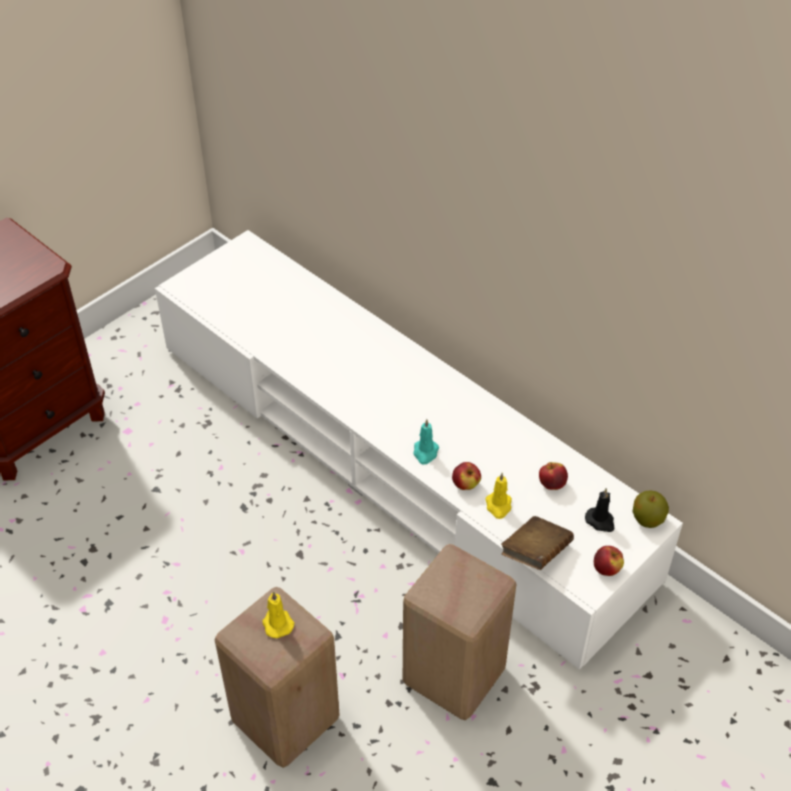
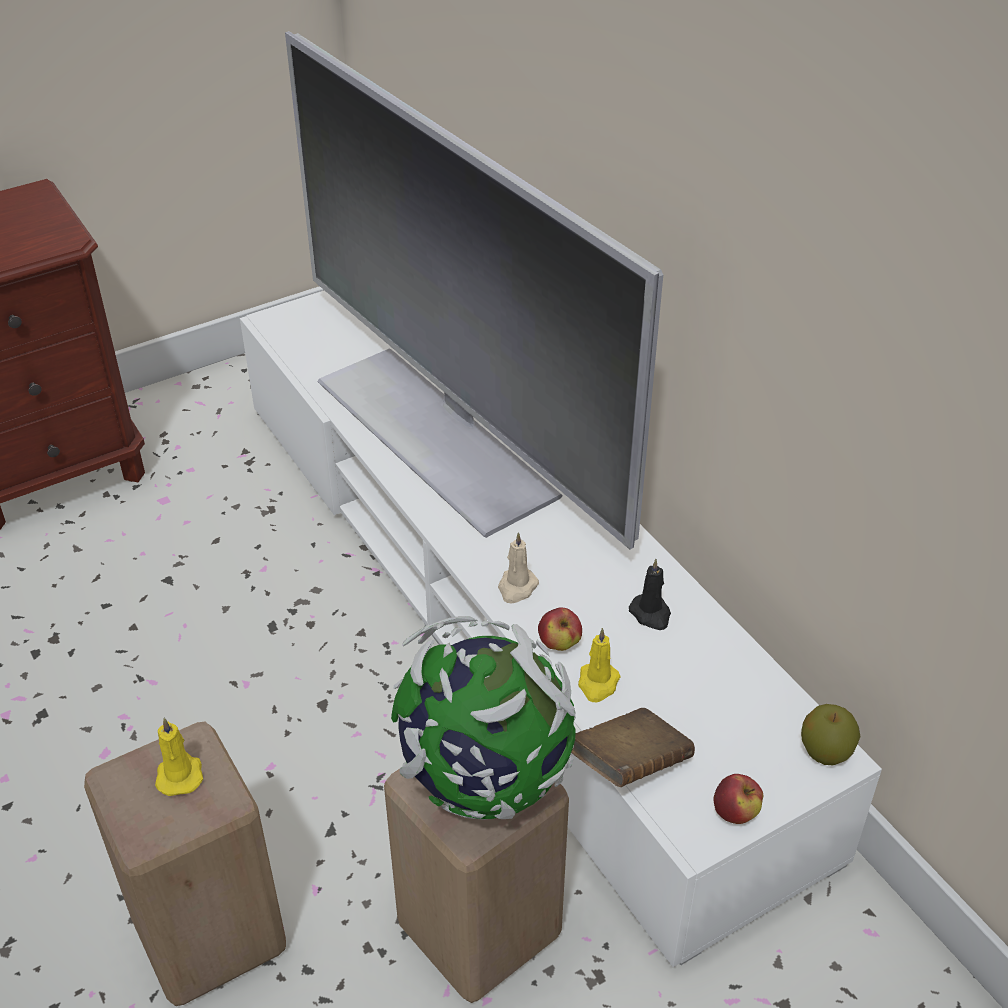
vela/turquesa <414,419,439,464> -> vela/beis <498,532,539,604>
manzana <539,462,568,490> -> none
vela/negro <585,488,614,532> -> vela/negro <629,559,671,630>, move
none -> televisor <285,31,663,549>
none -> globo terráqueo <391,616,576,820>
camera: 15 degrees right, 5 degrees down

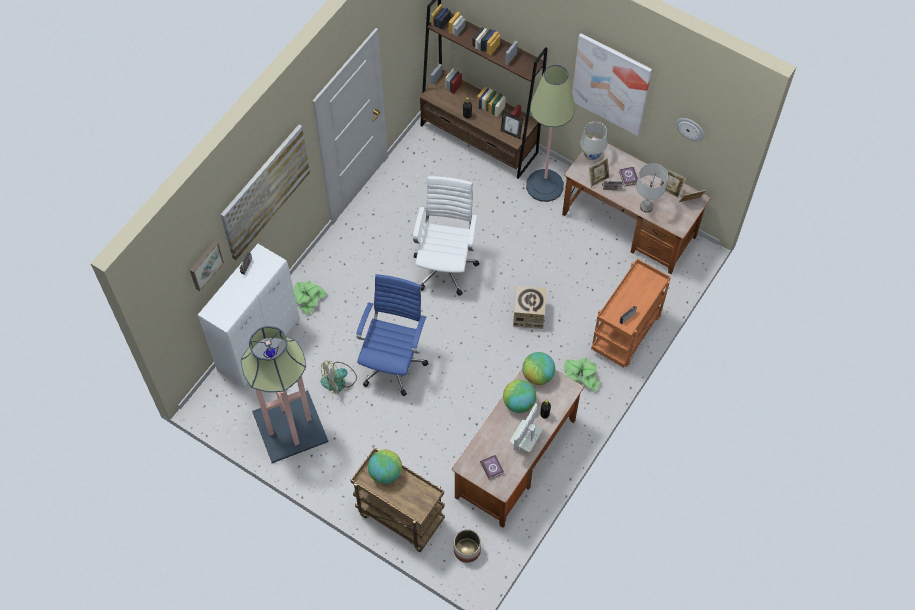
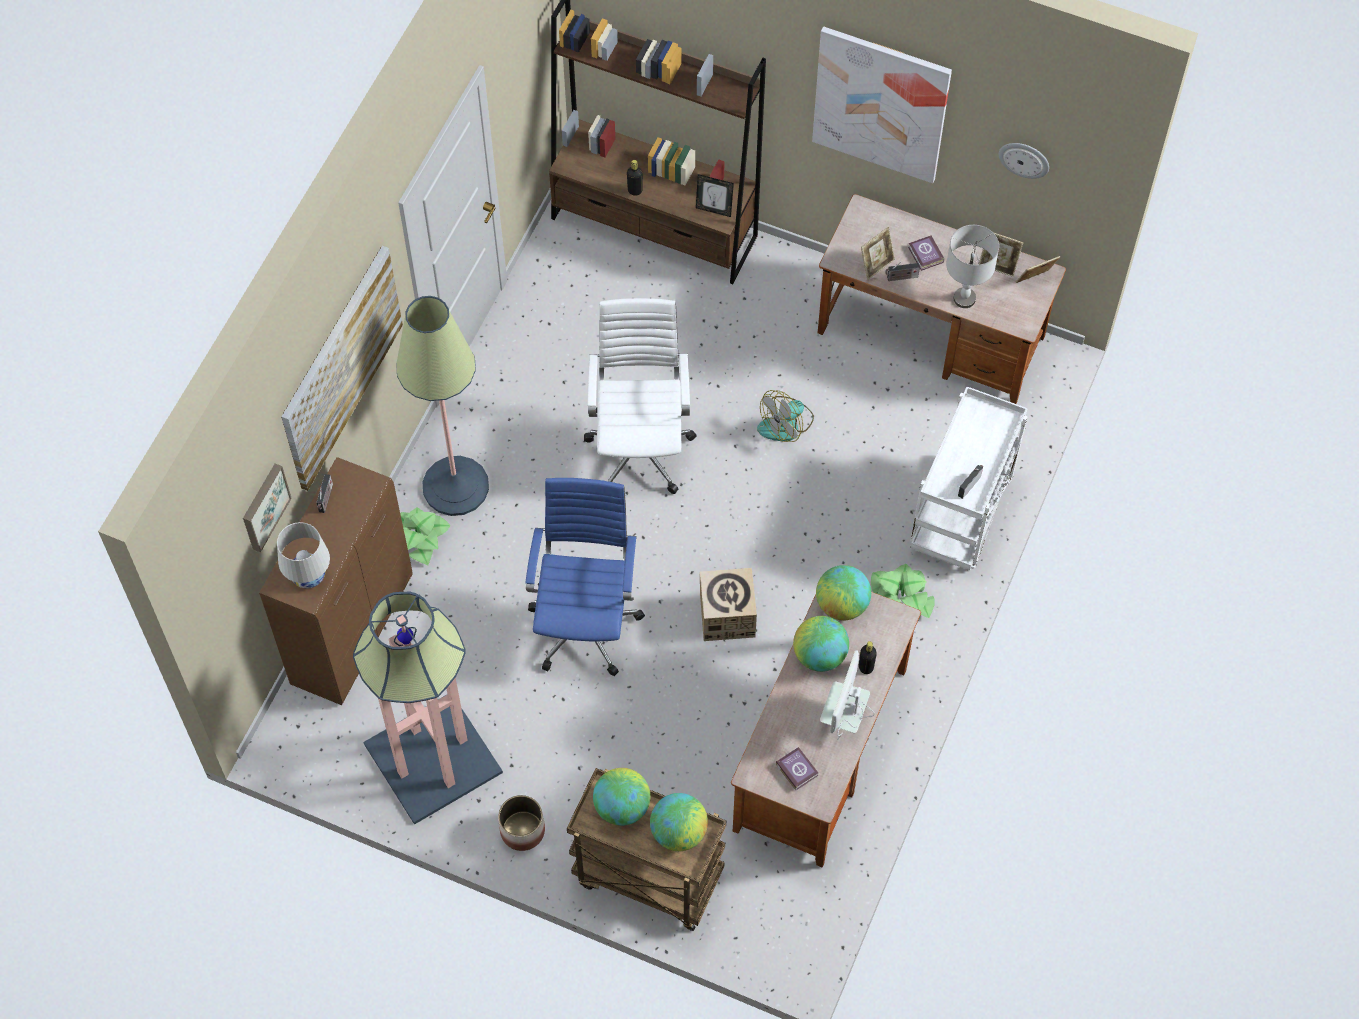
armario/blanco <198,244,299,387> -> armario/marrón <259,457,413,705>
ventilador <321,360,357,394> -> ventilador <757,390,814,442>, move
maceta <454,529,481,563> -> maceta <498,795,545,851>, move
caja de cartón <513,286,547,329> -> caja de cartón <700,568,757,641>, move
lámpara de pie <526,65,575,202> -> lámpara de pie <396,296,489,516>, move
lámpara de mesa/blanco <580,122,607,160> -> lámpara de mesa/blanco <277,522,330,588>, move
carrito/naranja <591,259,671,368> -> carrito/blanco <910,387,1028,571>
none -> globo terráqueo <650,793,708,851>
camera: 10 degrees left, 0 degrees up

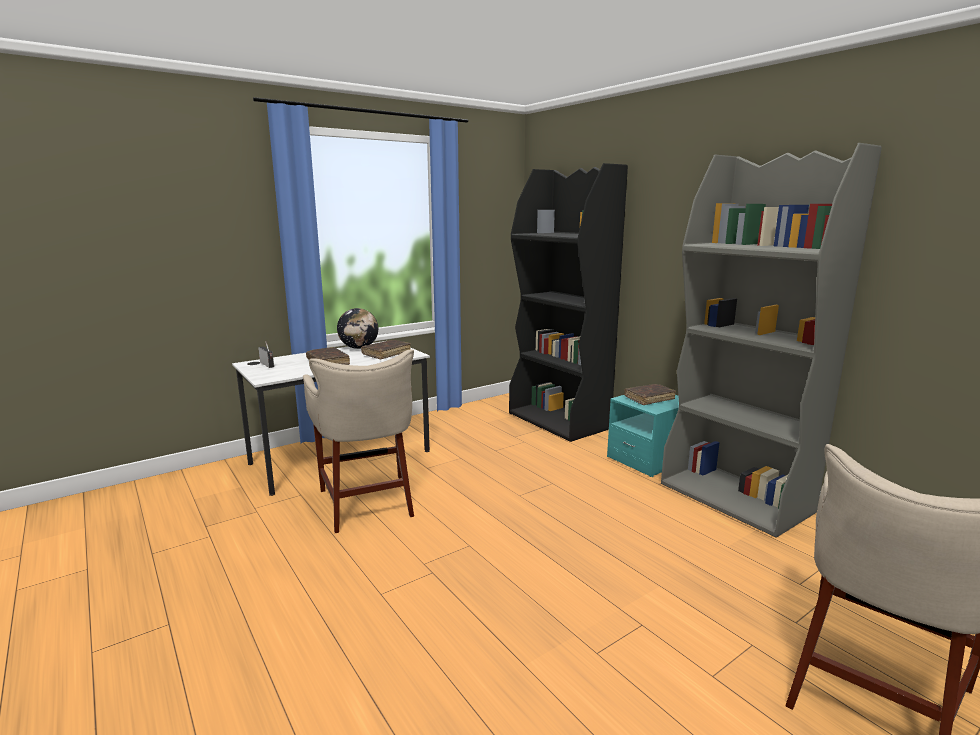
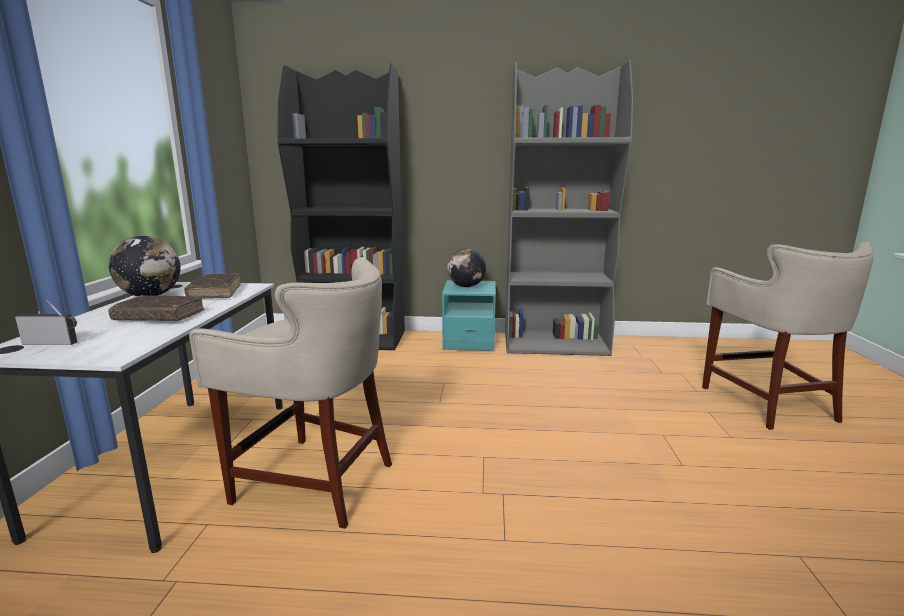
libro/marrón <624,384,676,405> -> globo terráqueo <447,248,486,287>
camera: 50 degrees left, 0 degrees up

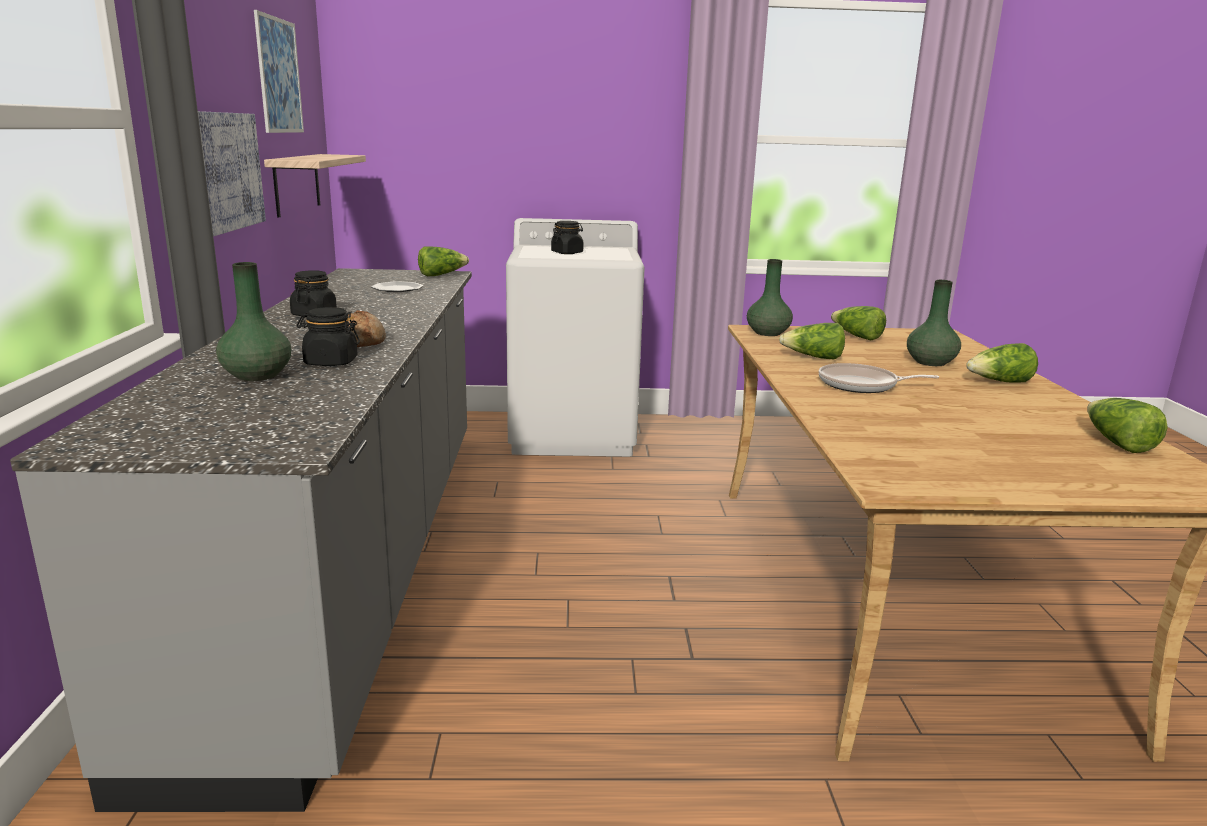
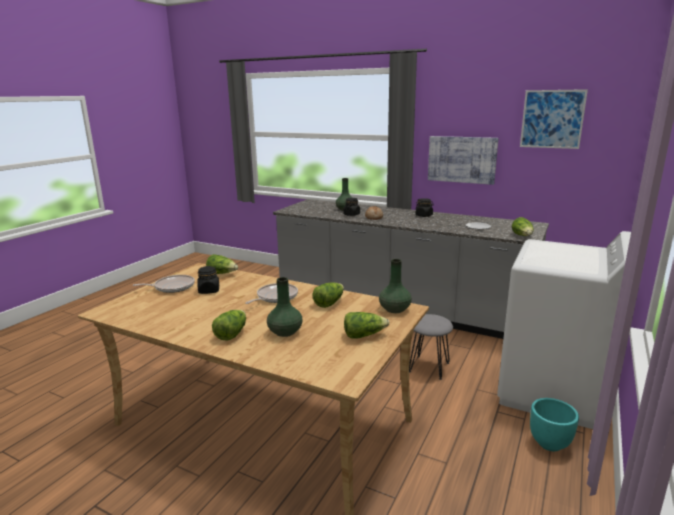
estante <264,154,366,217> -> none
tarro/negro <551,221,583,254> -> tarro/negro <197,266,219,294>, move
lechuga <1087,398,1168,453> -> lechuga <206,254,238,274>, move
none -> sartén <132,275,195,293>
none -> taburete/gris <409,314,453,380>
none -> maceta/turquesa <530,398,579,451>
camera: 120 degrees right, 0 degrees up

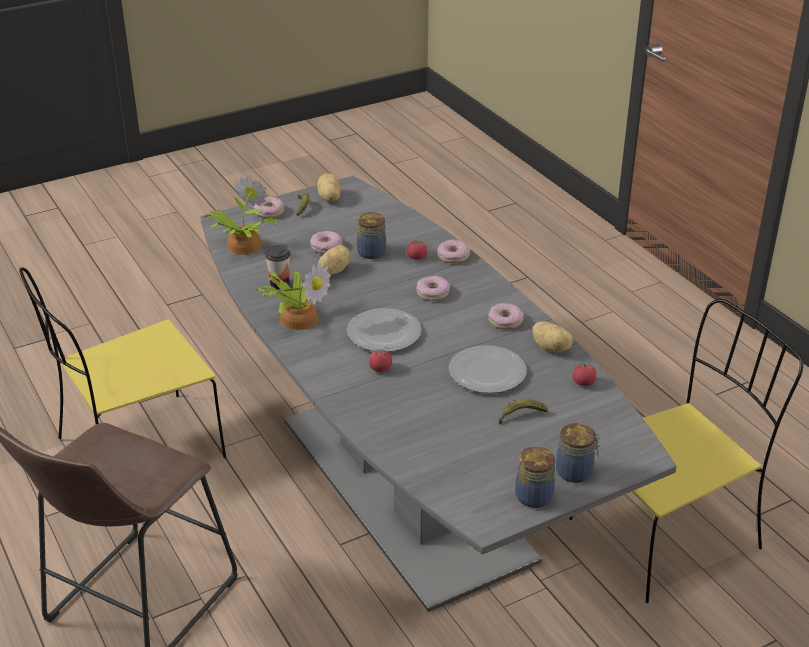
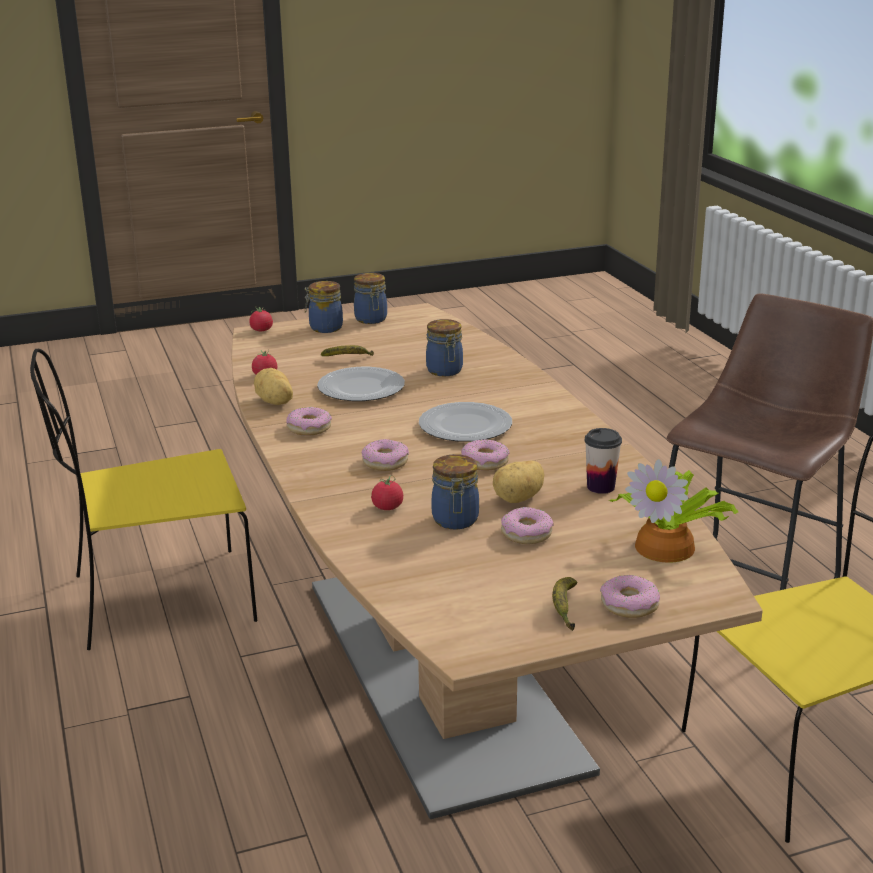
mesa de comedor/gris <200,176,677,612> -> mesa de comedor/marrón <232,303,763,819>
planta en maceta <256,263,331,330> -> none
patata <317,174,341,202> -> none
tomate <369,347,392,372> -> tomate <249,307,273,331>, move
rosquilla <437,240,470,263> -> rosquilla <461,439,509,471>, move
none -> tarro <426,319,463,377>
camera: 170 degrees left, 10 degrees down

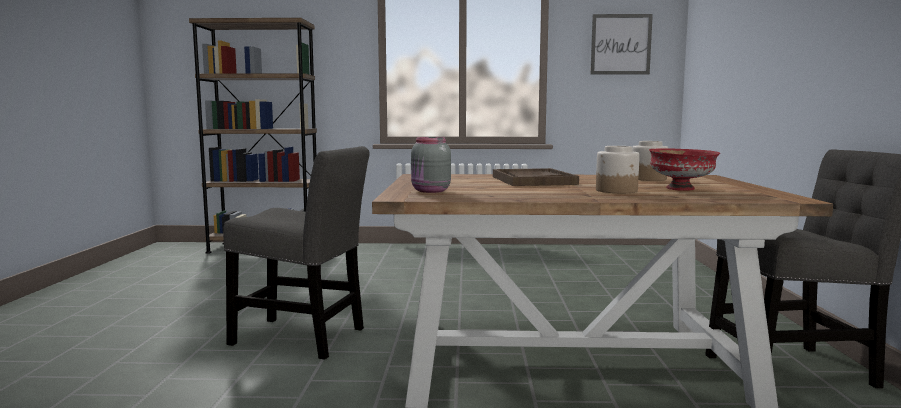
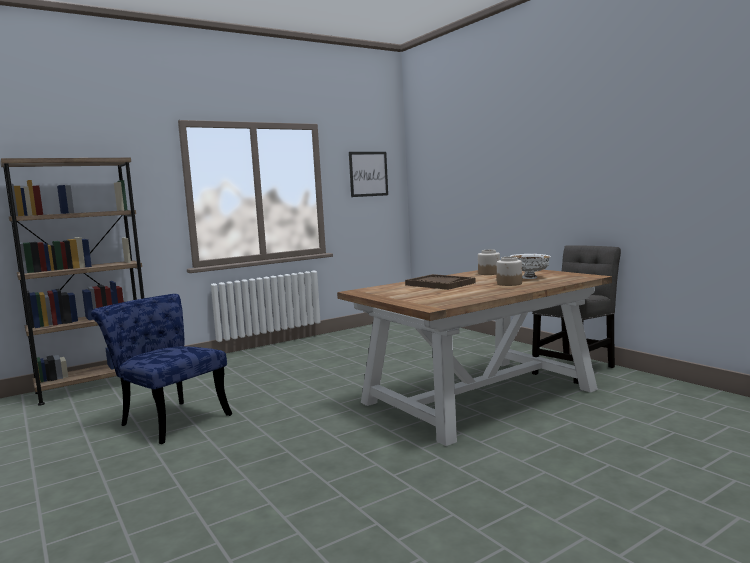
silla/gris <223,146,370,360> -> none
tarro/gris <411,137,451,193> -> none
cuenco/rojo <649,148,720,191> -> cuenco/blanco <510,254,551,279>
none -> silla/azul <91,294,232,444>
camera: 35 degrees left, 0 degrees up

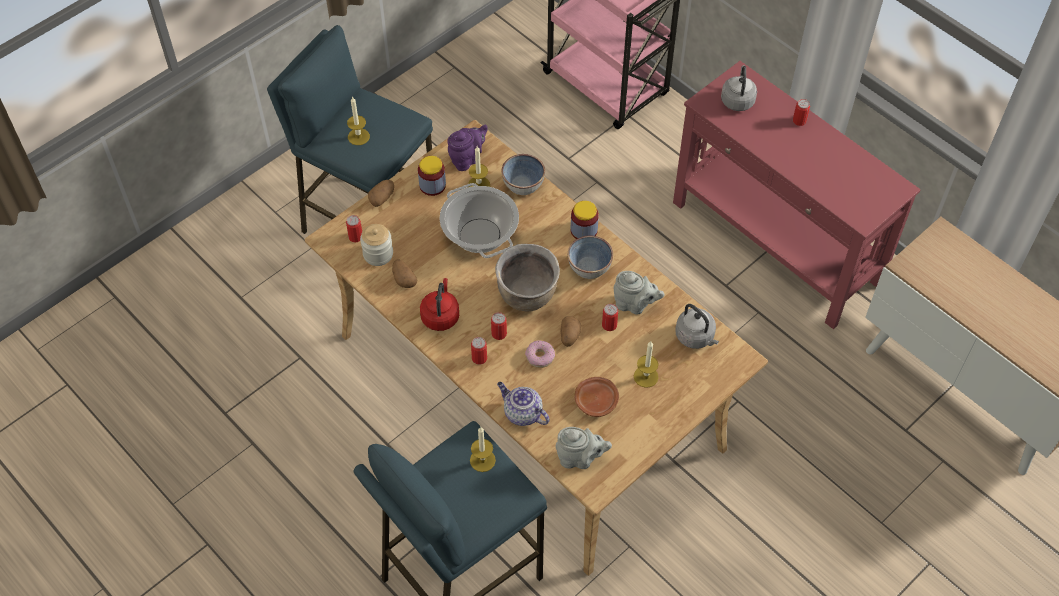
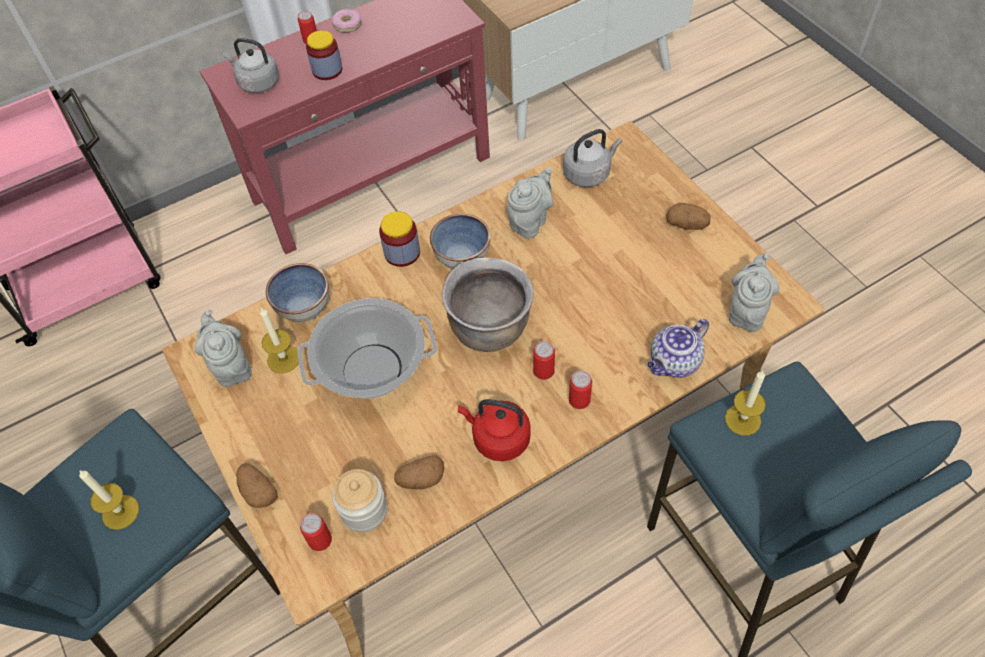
tarro <418,156,446,196> -> tarro <306,30,342,80>, move
tetera/morado <447,125,488,171> -> tetera/gris <194,309,252,387>
rosquilla <525,340,555,368> -> rosquilla <331,9,361,33>, move
patata <560,316,581,347> -> patata <666,203,710,230>, move
plato/marrón <574,377,619,417> -> none
lata <602,304,618,331> -> none
vela <634,341,659,388> -> none
camera: 75 degrees left, 0 degrees up

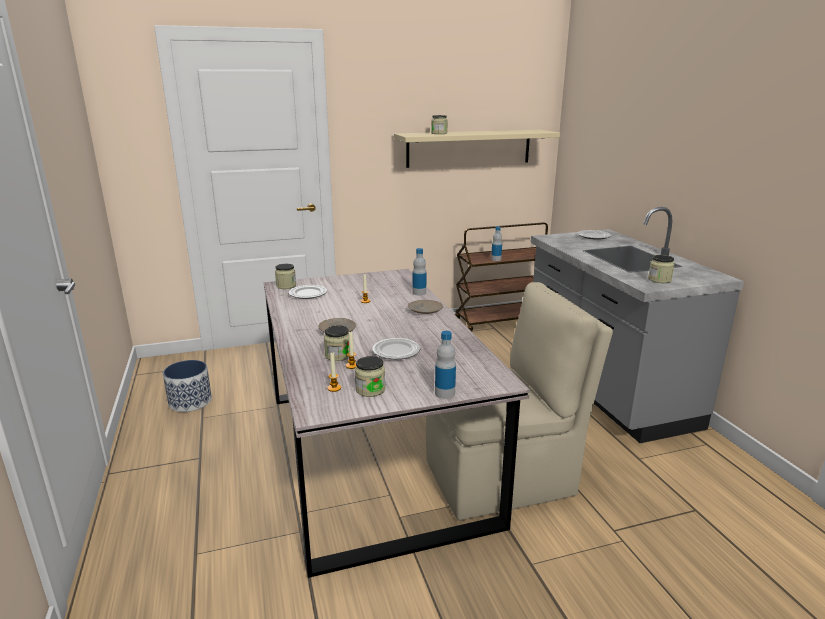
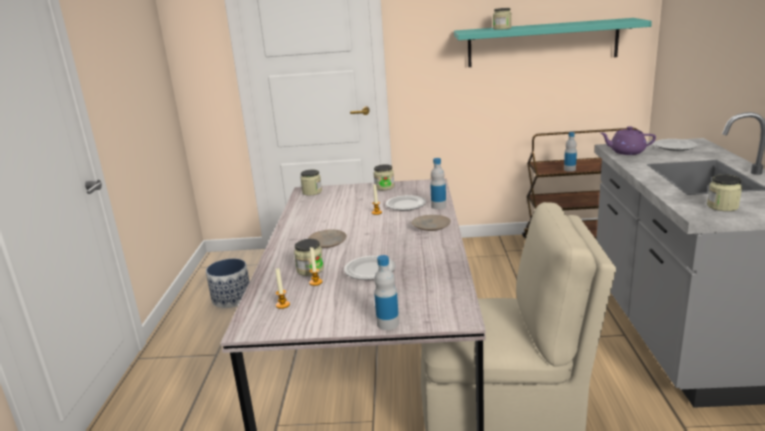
plato <289,285,327,299> -> plato <386,195,426,211>, move
tarro <355,356,385,397> -> tarro <374,164,394,190>, move
estante/beis <394,130,560,168> -> estante/turquesa <454,18,652,67>
none -> tetera/morado <600,126,656,155>
camera: 20 degrees right, 0 degrees up

